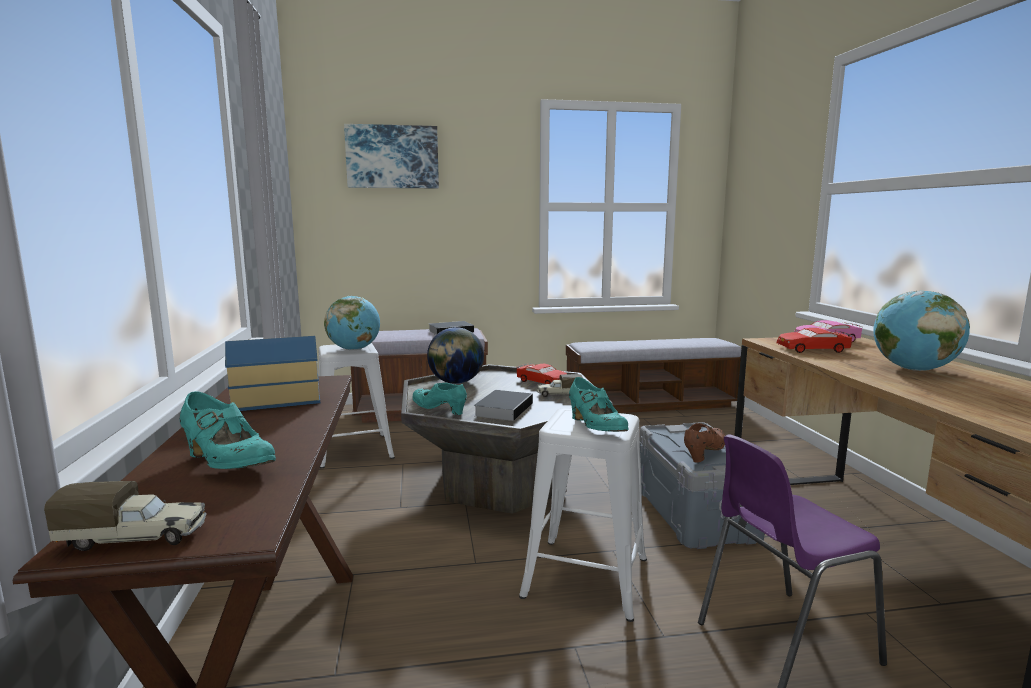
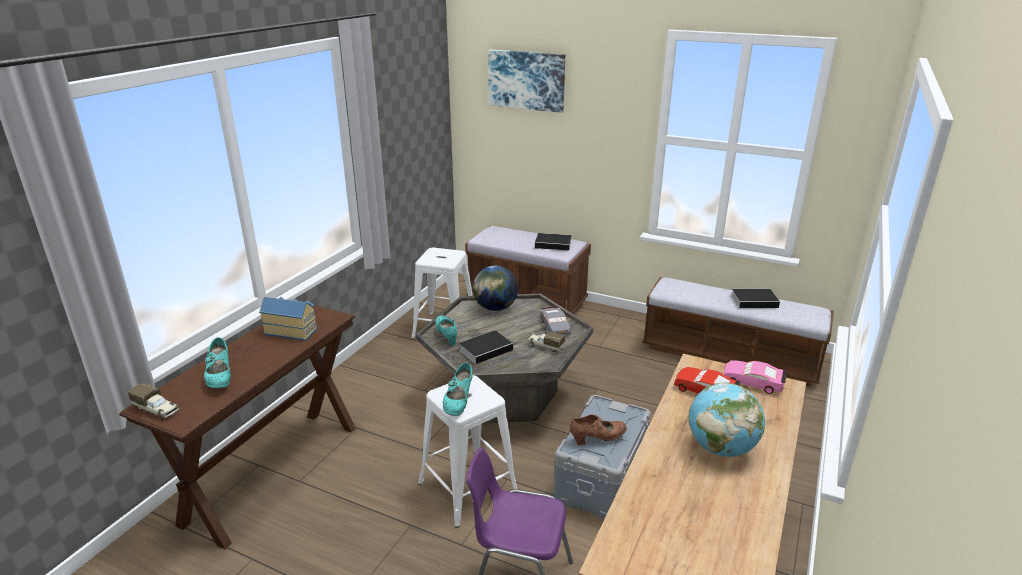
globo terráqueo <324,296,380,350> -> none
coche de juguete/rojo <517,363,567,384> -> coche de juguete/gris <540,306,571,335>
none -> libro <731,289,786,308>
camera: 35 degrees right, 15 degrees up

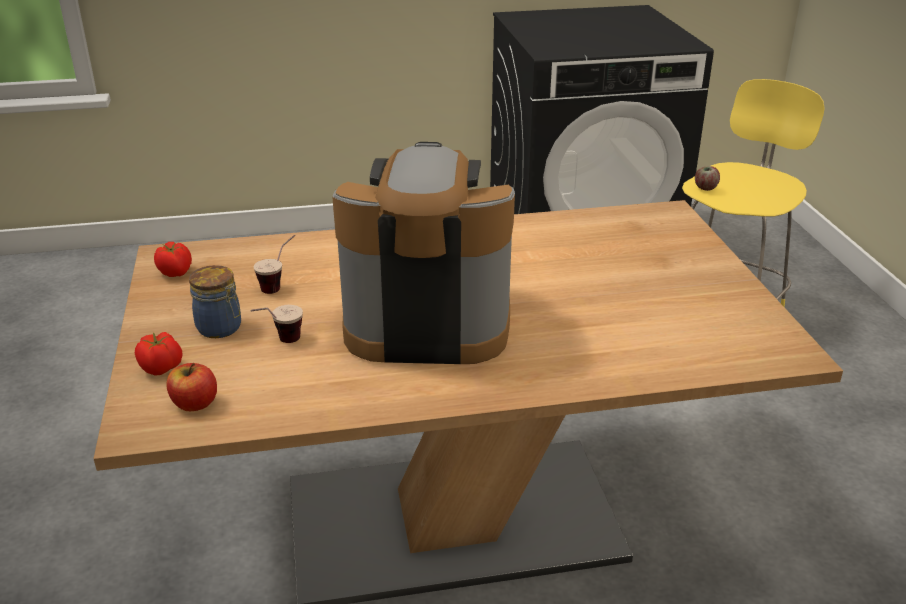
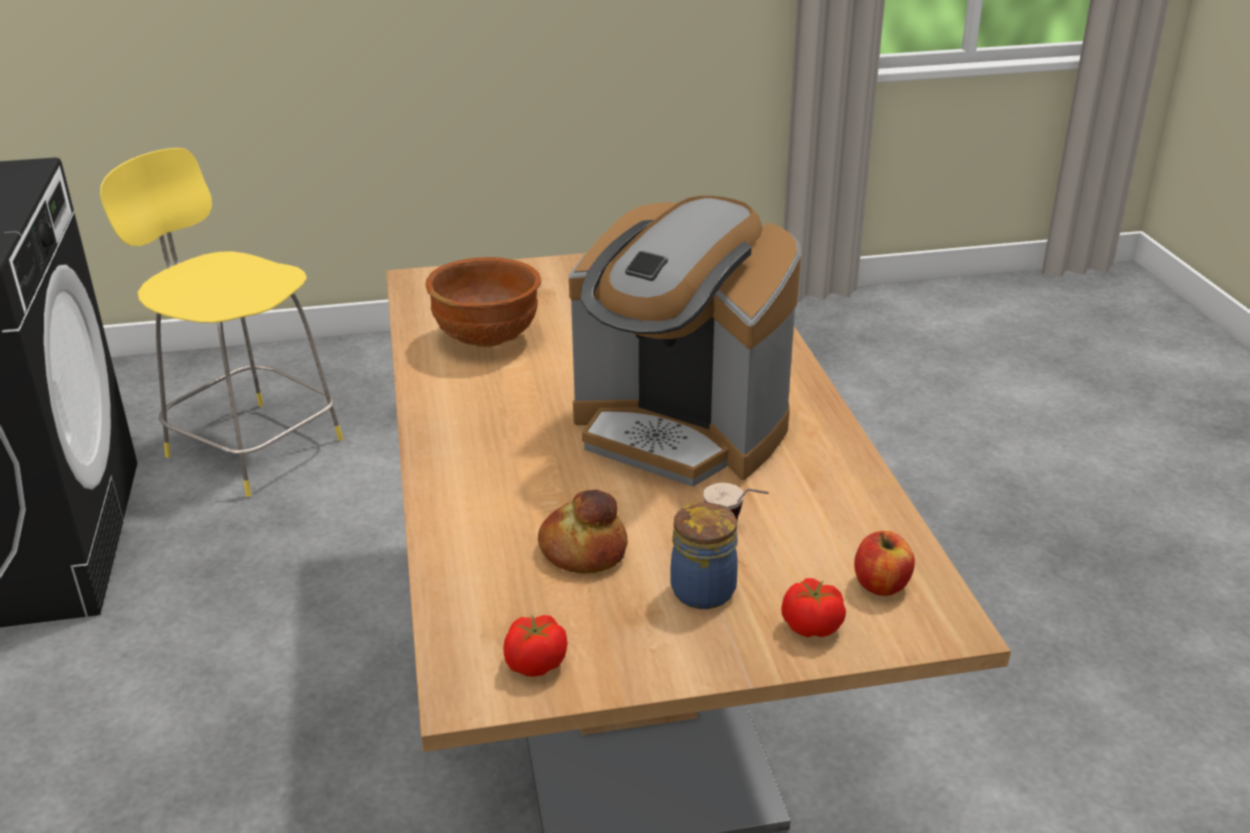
taza <254,235,295,294> -> pan <538,490,627,573>
cafetera <332,142,515,364> -> cafetera <569,196,801,487>, 60 degrees counterclockwise
manzana <695,166,720,191> -> none
none -> cuenco/marrón <426,257,541,347>
camera: 90 degrees left, 0 degrees up

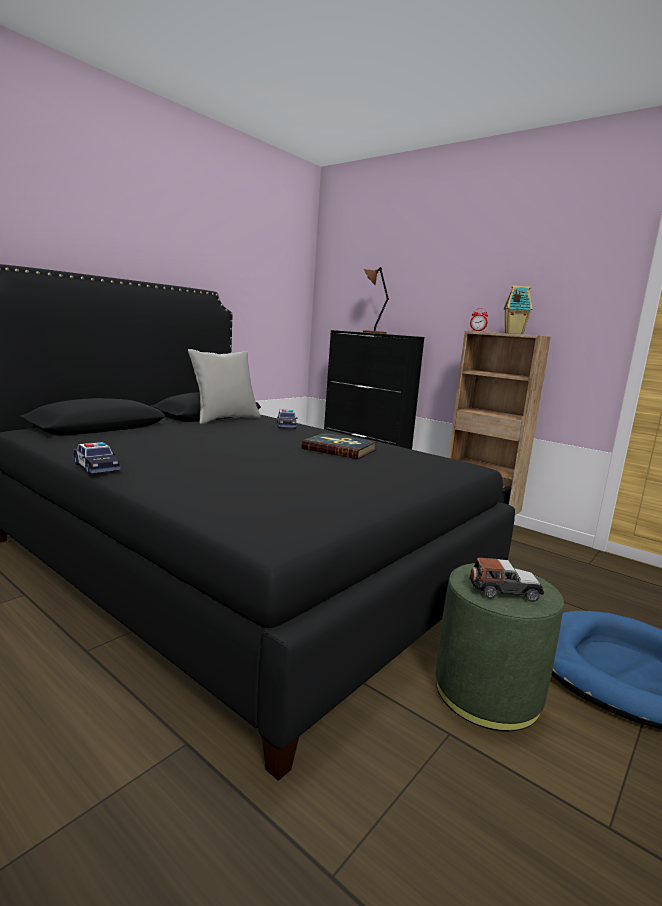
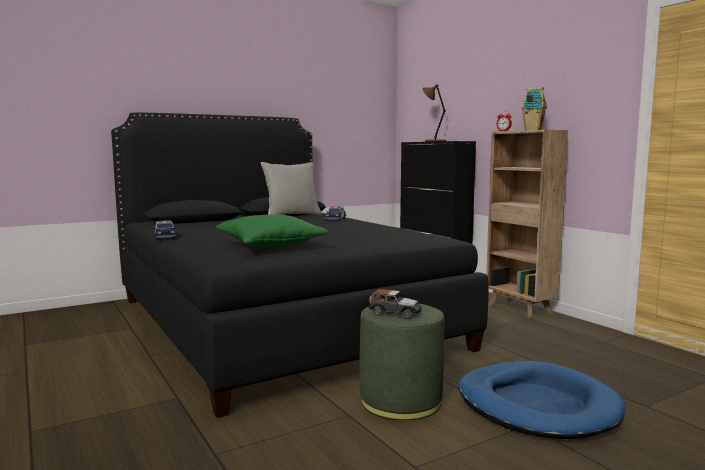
libro <301,433,377,459> -> none
none -> cojín/verde <216,214,328,248>
camera: 20 degrees right, 5 degrees down

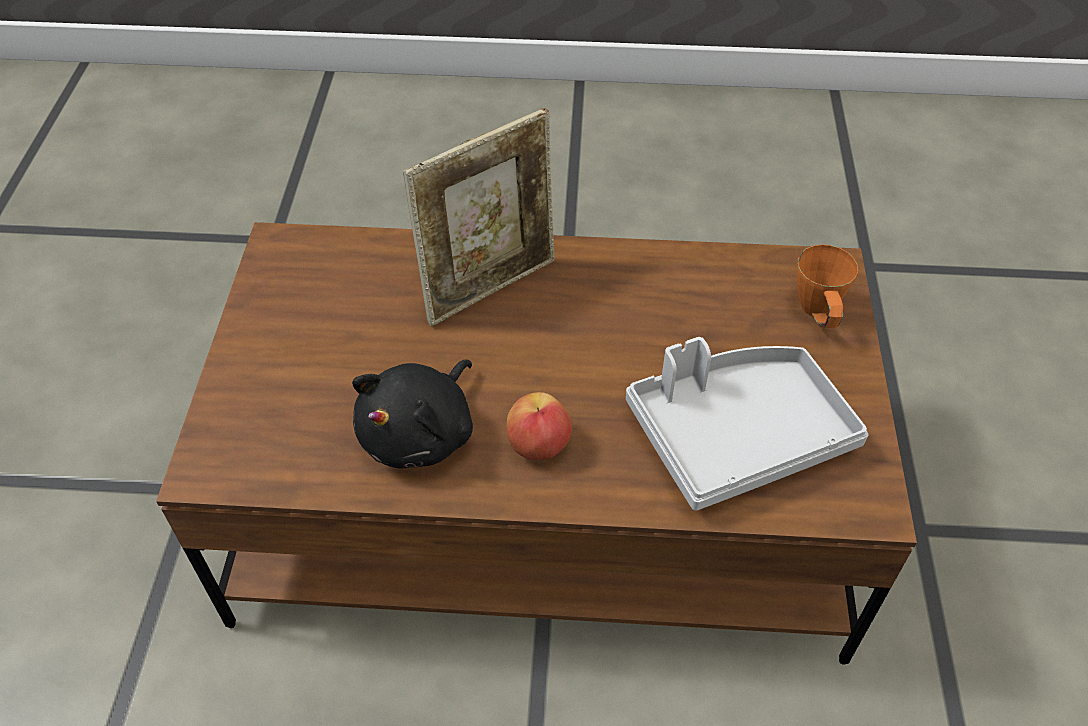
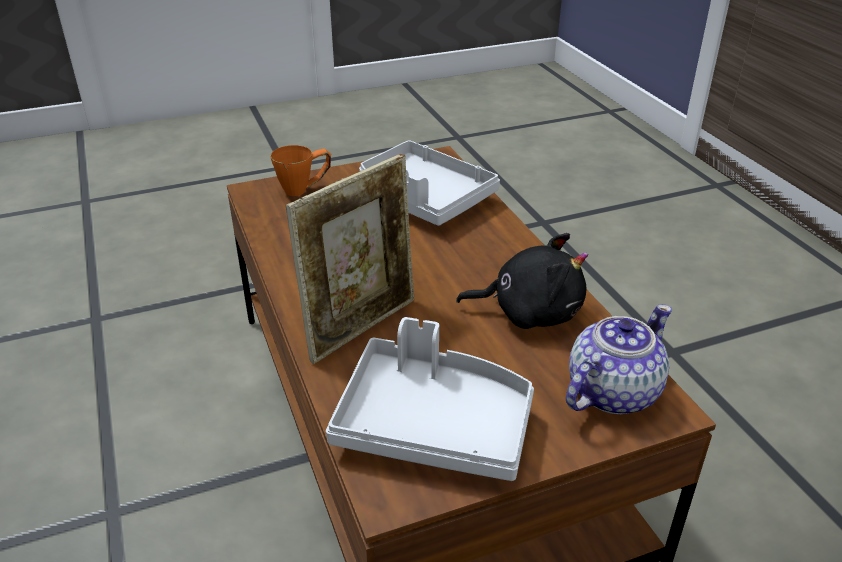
portarretratos <403,108,555,327> -> portarretratos <286,154,414,364>, 105 degrees clockwise
manzana <507,392,572,460> -> none
none -> bandeja/gris <326,317,534,481>
none -> tetera <566,304,672,414>
camera: 115 degrees left, 15 degrees down

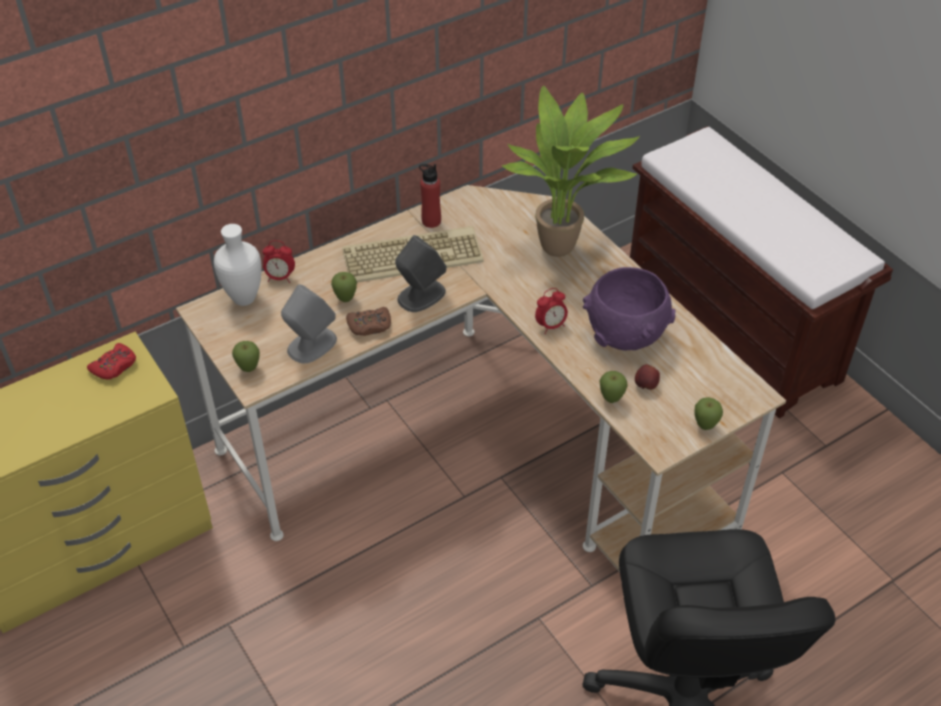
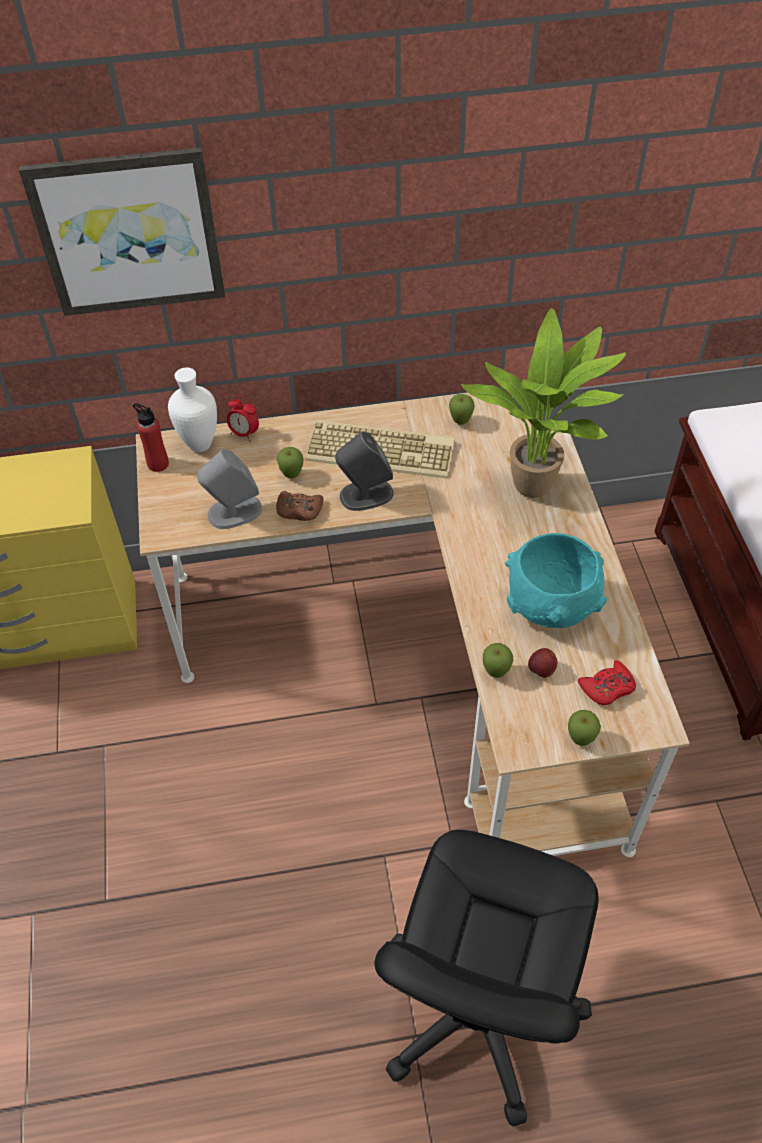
mando de consola/rojo <87,343,136,379> -> mando de consola/rojo <578,660,636,705>, move
manzana <232,341,260,372> -> manzana <449,394,475,425>, move
botella/rojo <419,164,441,228> -> botella/rojo <133,403,169,472>, move
despertador <535,288,568,334> -> none
cuenco/morado <583,267,676,351> -> cuenco/turquesa <505,533,607,628>
none -> cuadro <19,147,225,316>
camera: 25 degrees right, 5 degrees up

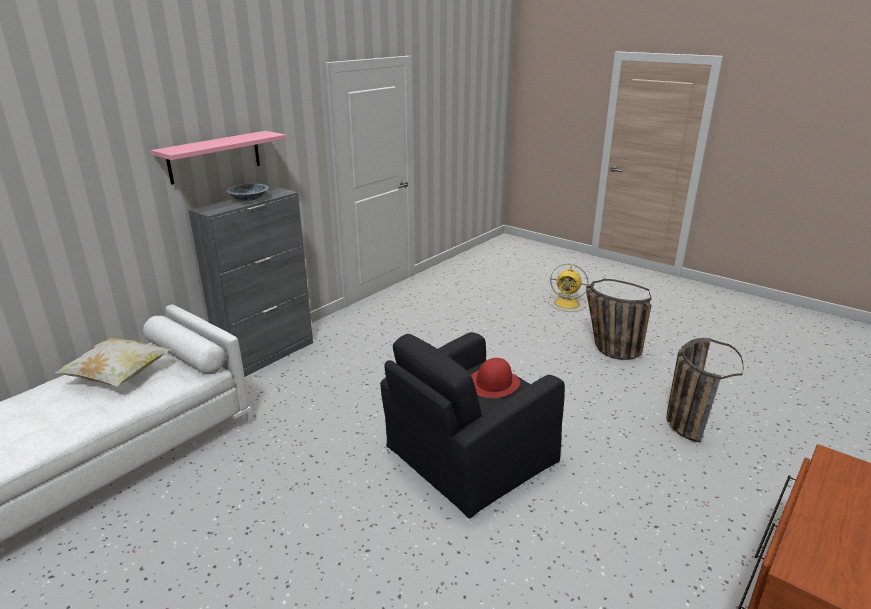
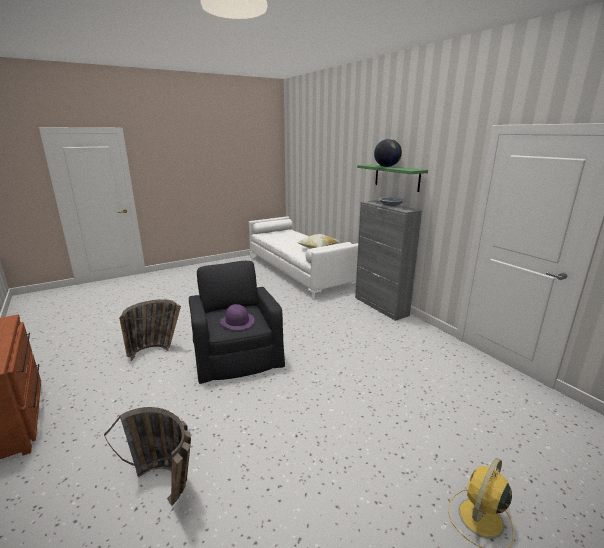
estante/rosa <151,131,287,185> -> estante/verde <357,164,428,192>
sombrero/rojo <471,358,520,398> -> sombrero/morado <220,304,254,330>
cesta <586,279,652,360> -> cesta <119,299,181,361>, move
none -> globo terráqueo <374,139,402,167>
camera: 110 degrees right, 5 degrees down

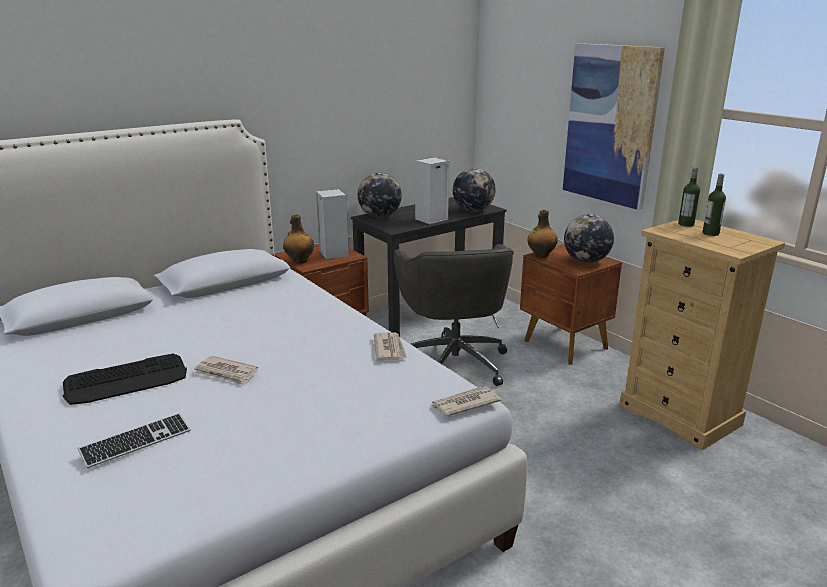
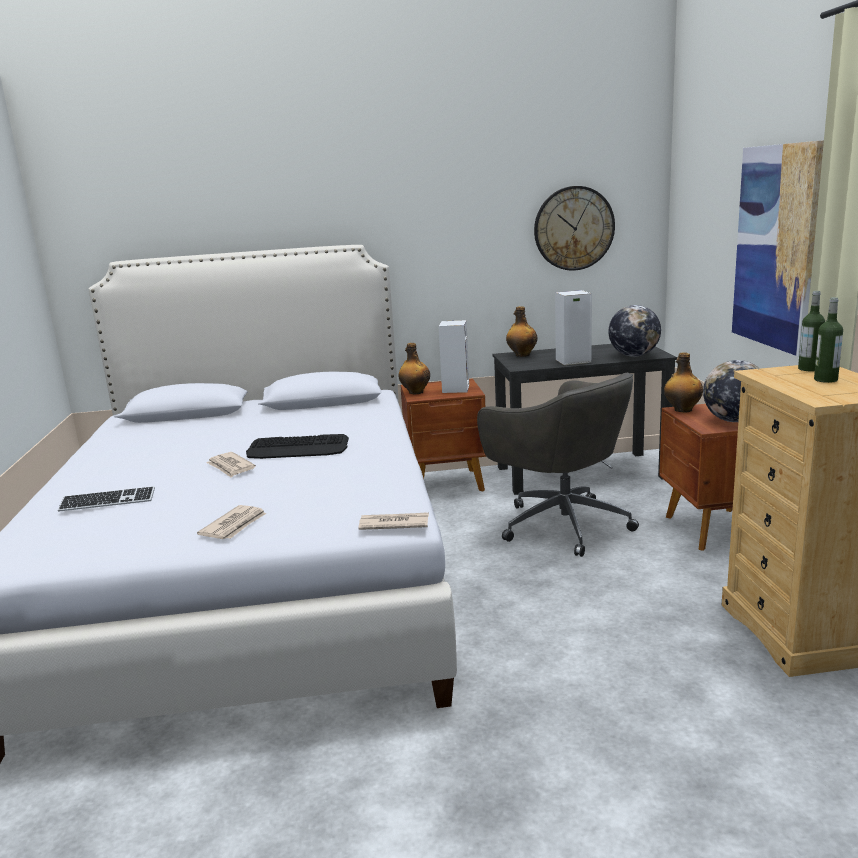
teclado <63,354,187,405> -> teclado <246,434,349,459>, move
globo terráqueo <358,173,402,218> -> botella <506,306,538,357>
periódico <374,332,407,360> -> periódico <197,505,267,539>, move
silla de oficina/gris <394,244,514,386> -> silla de oficina/gris <477,373,639,557>, 60 degrees counterclockwise
none -> reloj de pared <534,186,615,271>
camera: 30 degrees right, 5 degrees down

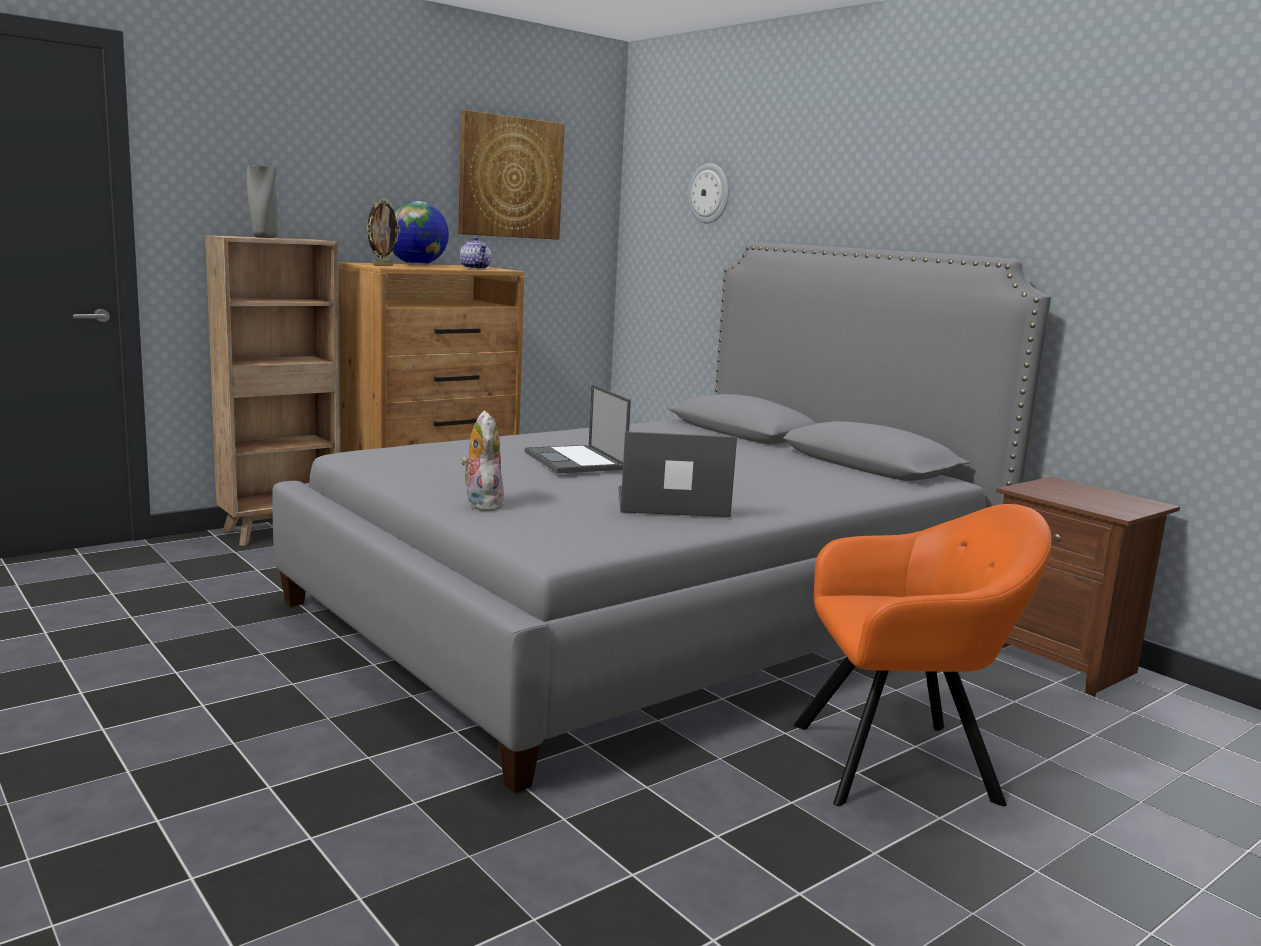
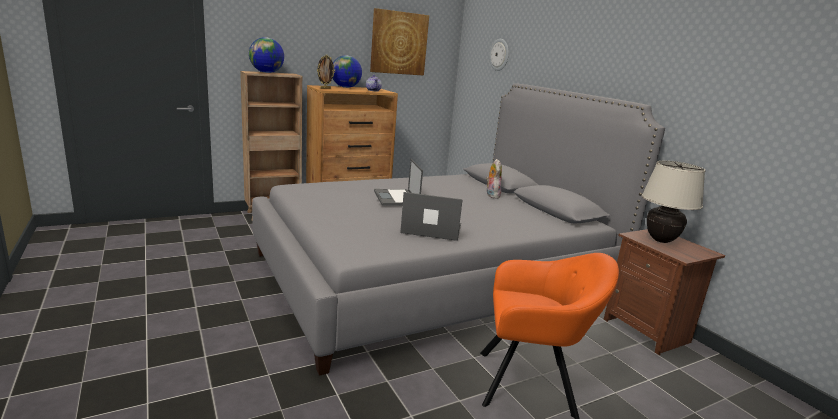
florero/gris <247,165,278,238> -> globo terráqueo <249,37,284,73>
peluche <461,411,504,511> -> peluche <486,159,502,199>, move
none -> lámpara de mesa/beis <642,161,705,243>
camera: 10 degrees right, 5 degrees up

